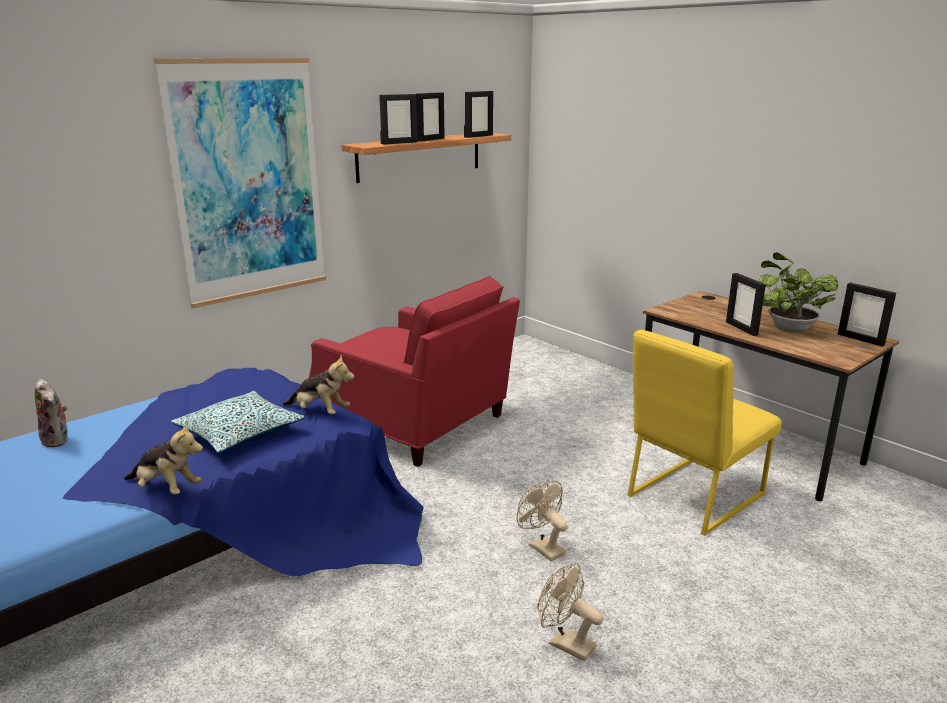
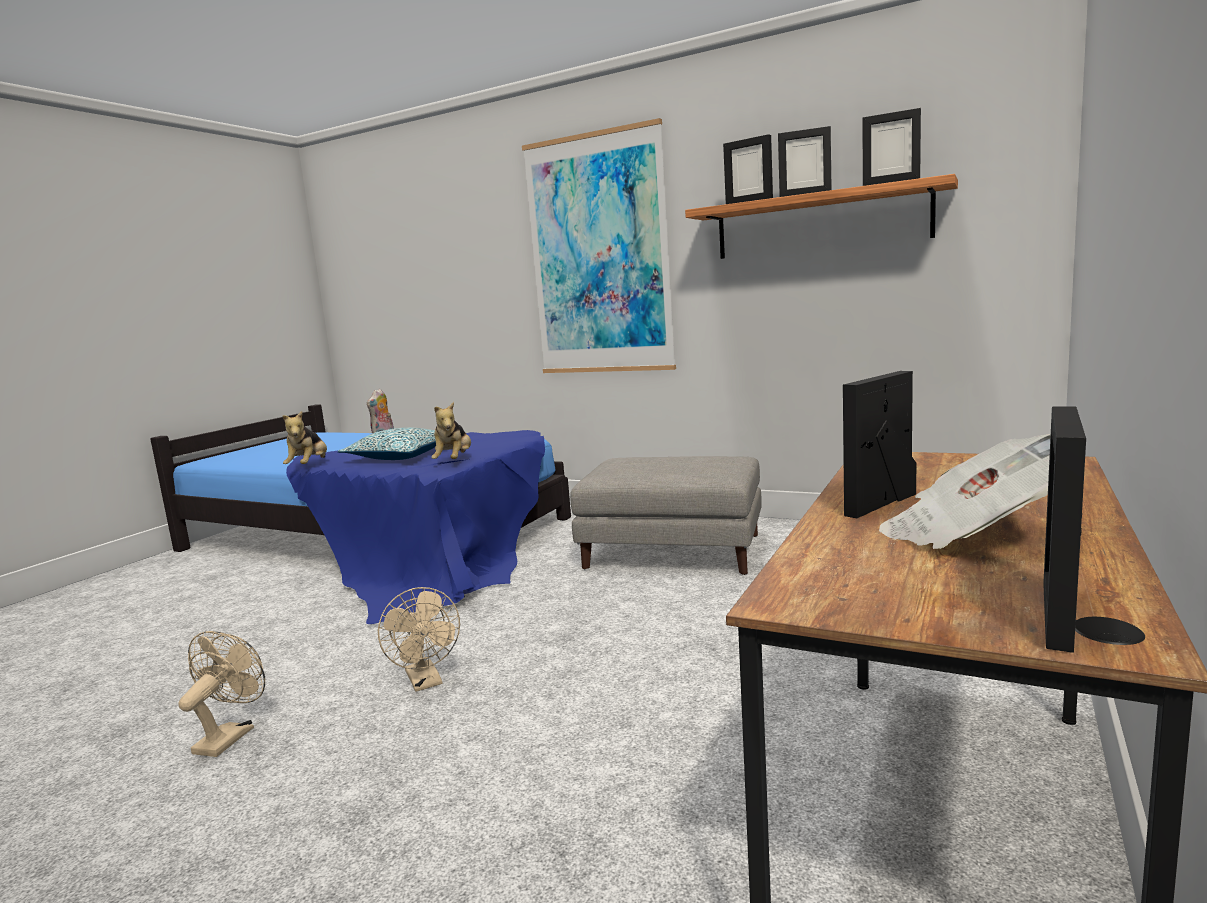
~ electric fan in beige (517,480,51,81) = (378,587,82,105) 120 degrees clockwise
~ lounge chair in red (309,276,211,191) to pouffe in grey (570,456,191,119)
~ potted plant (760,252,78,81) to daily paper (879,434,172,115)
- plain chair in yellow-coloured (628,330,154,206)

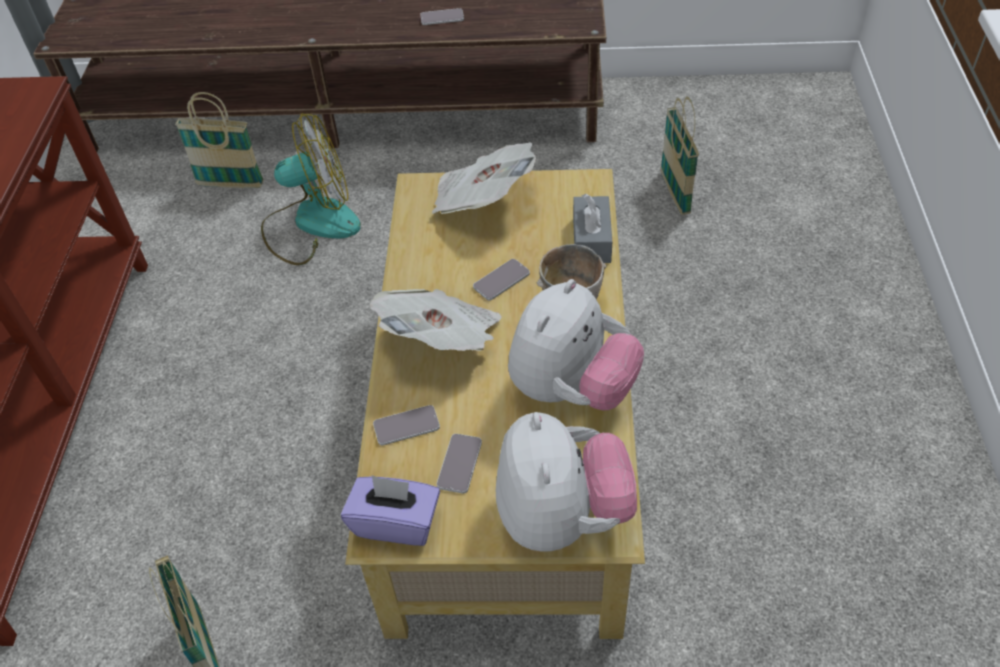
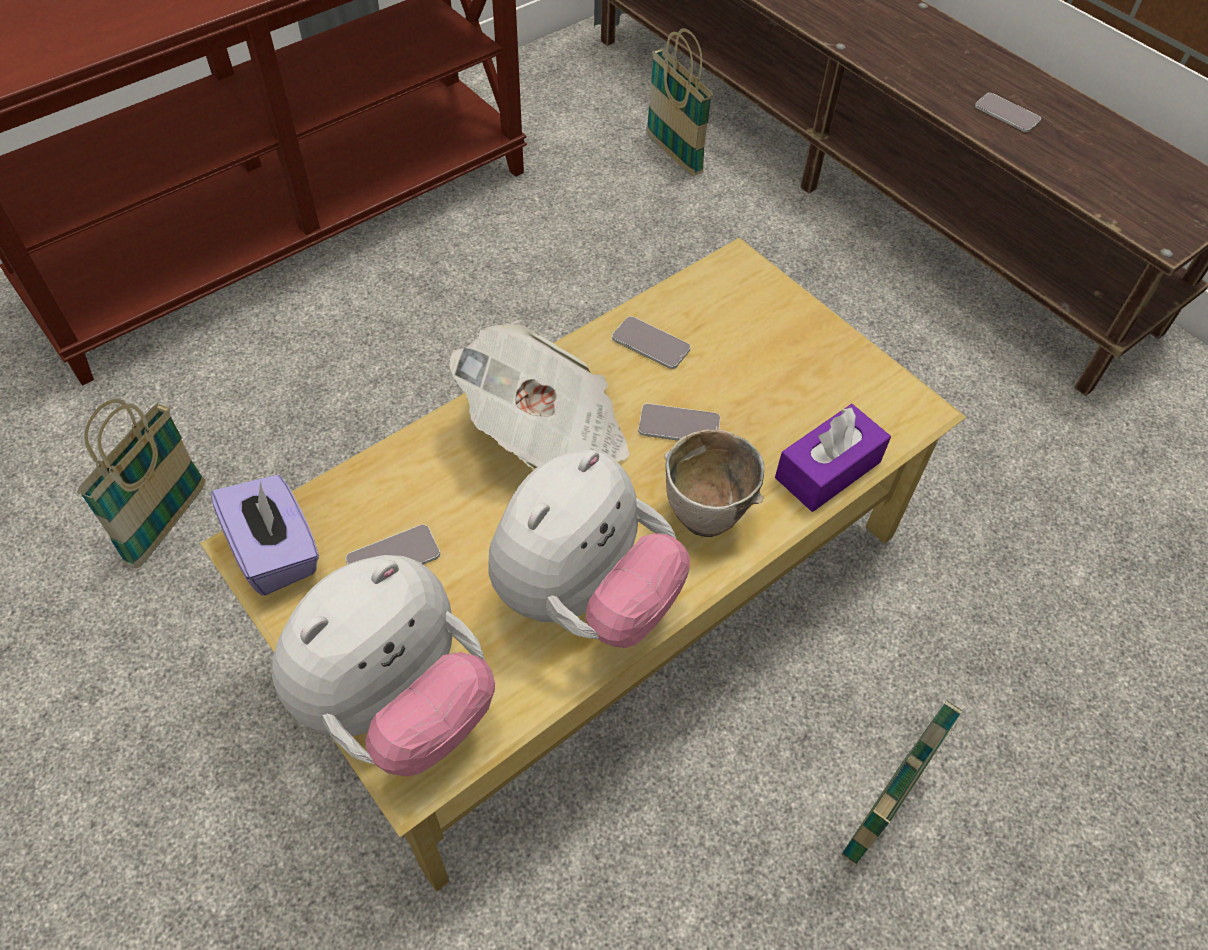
~ soft toy (508,279,136,131) = (489,450,201,198) 45 degrees counterclockwise
~ phone (373,405,67,40) to (612,316,79,53)
~ box of tissues in grey (573,194,39,69) to box of tissues in purple-coloured (775,404,116,108)
~ basket (660,96,39,119) to (841,700,121,166)
- electric fan (261,113,100,152)
- daily paper (432,142,104,72)

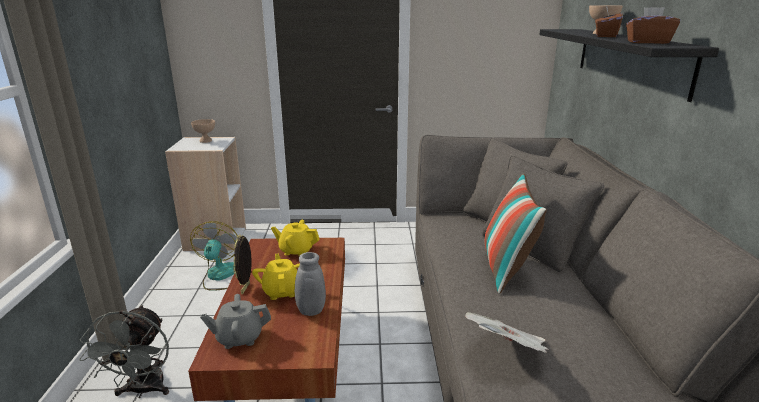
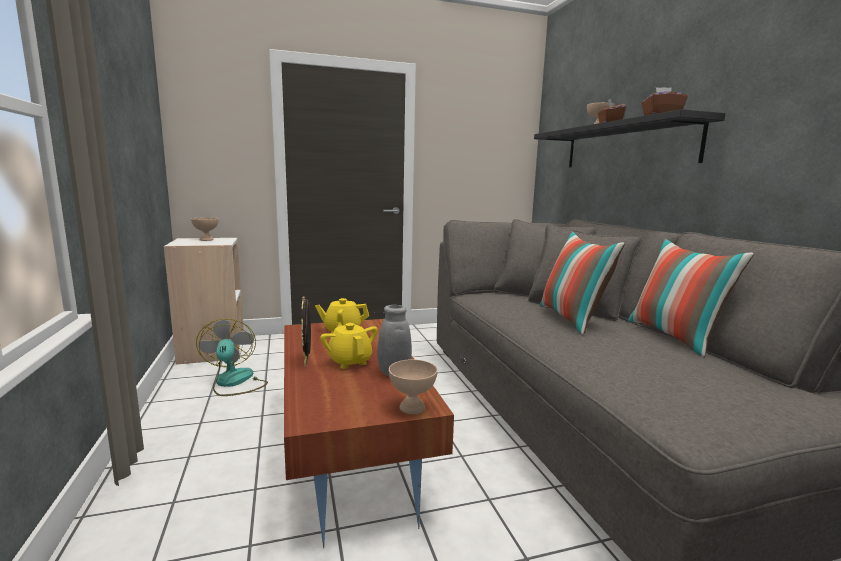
+ deep dish in beige (389,359,49,55)
+ cushion (628,238,126,119)
- electric fan in grey (79,305,90,93)
- tea pot in grey (200,294,71,55)
- daily paper (465,312,83,41)

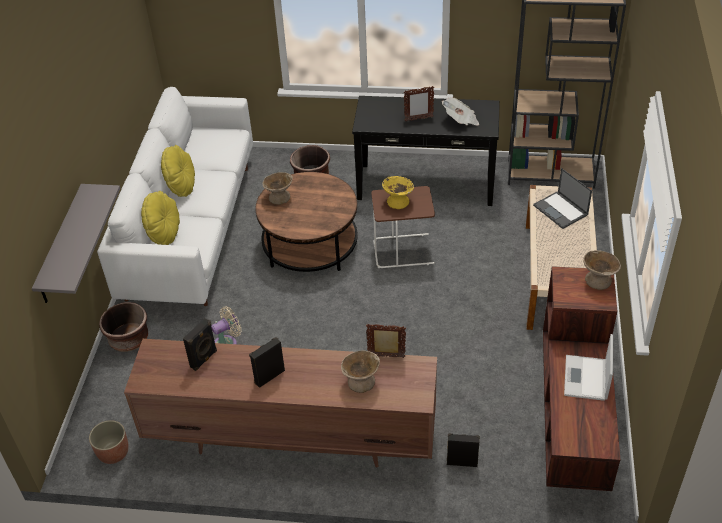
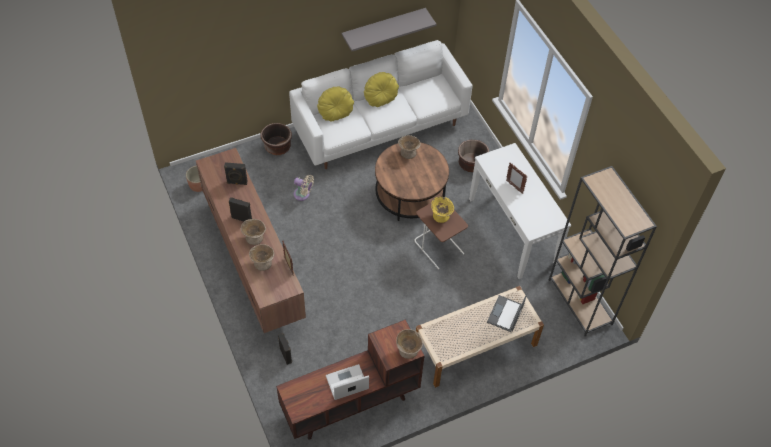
+ deep dish in beige (241,219,25,26)
~ wall shelf in grey (32,184,88,119) to (342,8,95,43)
~ console table in blackish (352,96,148,110) to console table in white-coloured (469,143,102,136)
- daily paper (442,98,38,28)

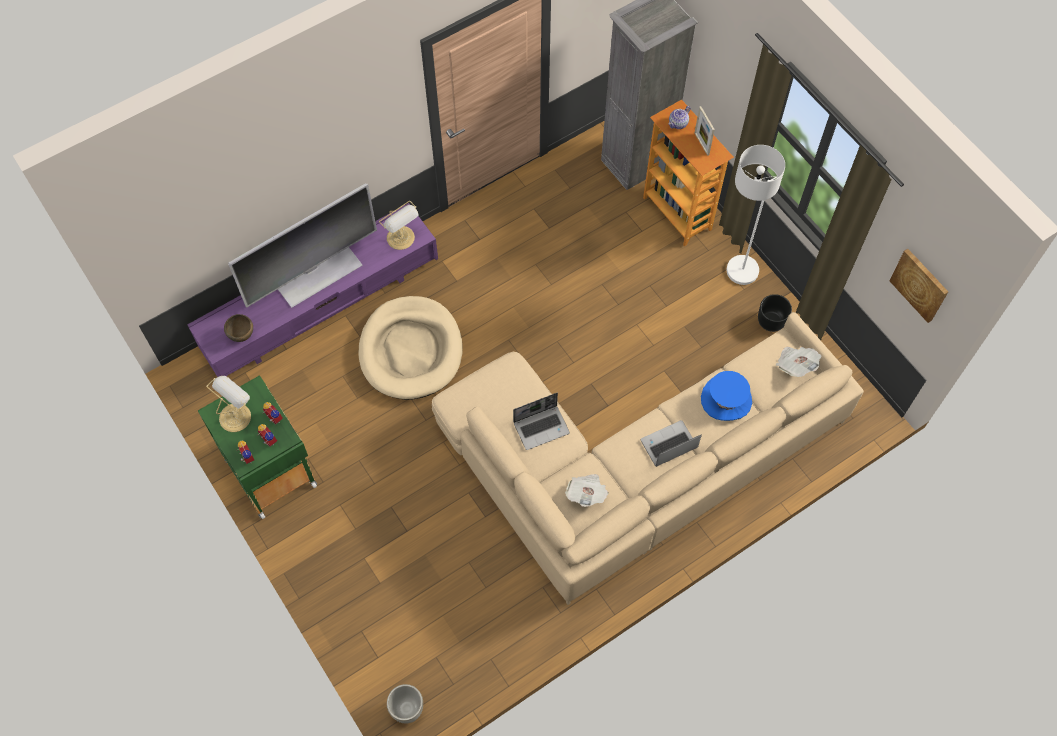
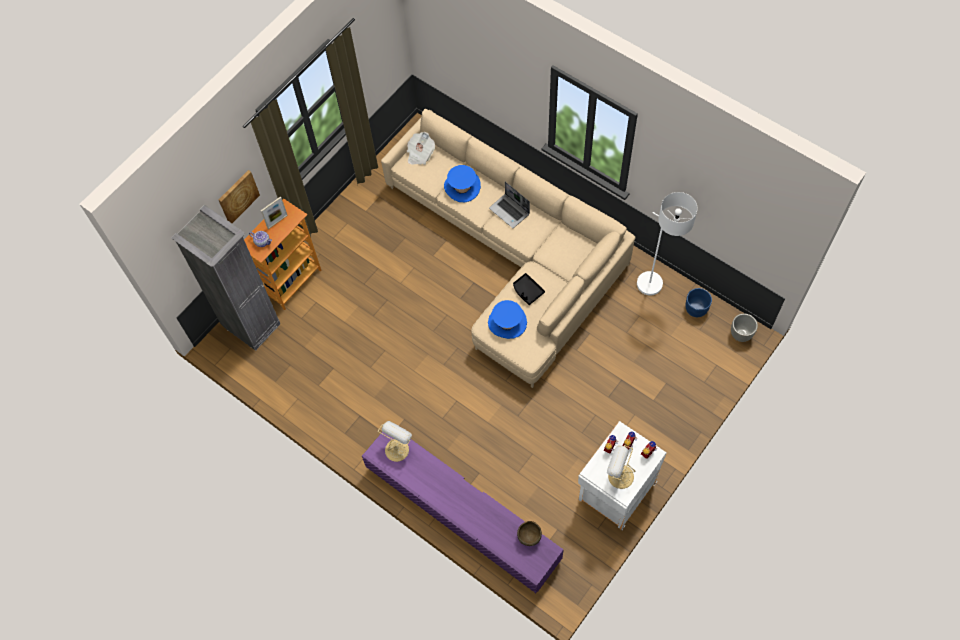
~ wall art (889,249,59,74) to (219,170,41,53)
+ clothing hat in bluish (488,300,39,39)
~ notebook computer (513,393,57,57) to serving tray in blackish (513,273,32,32)
~ trolley in green-coloured (198,375,120,144) to trolley in white-coloured (578,421,89,109)
~ standard lamp in white-coloured (726,145,59,140) to (637,192,60,103)
+ plant pot in bluish (686,288,26,29)
- TV set (228,183,149,125)
- pet bed in beige (358,296,104,104)
- daily paper (565,474,44,33)
- plant pot in blackish (758,294,34,38)

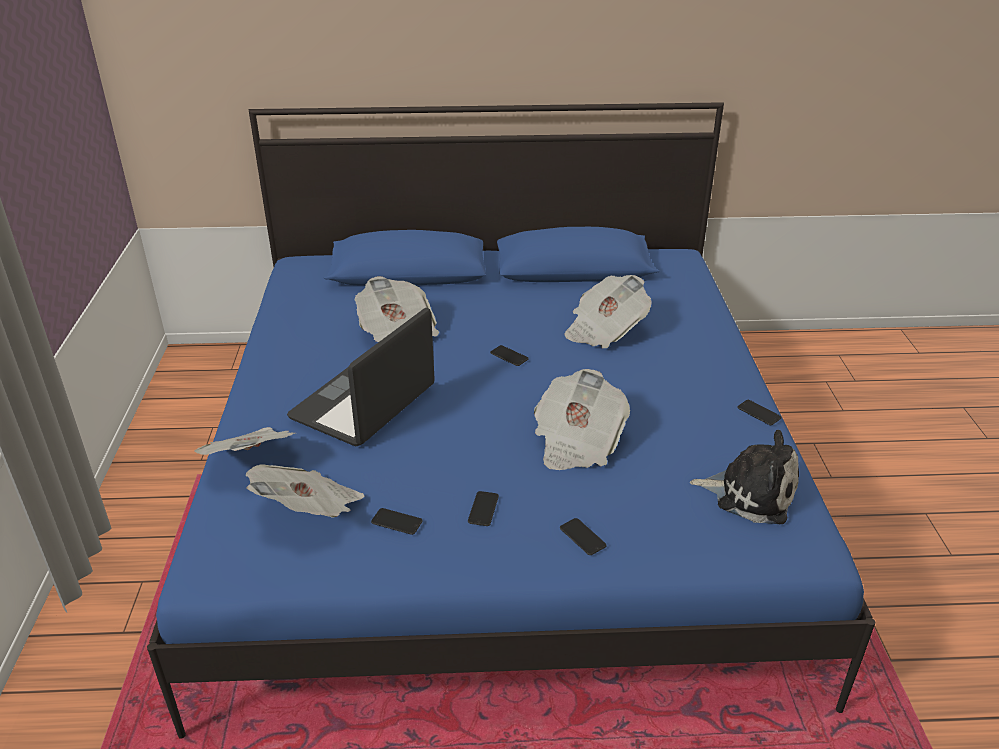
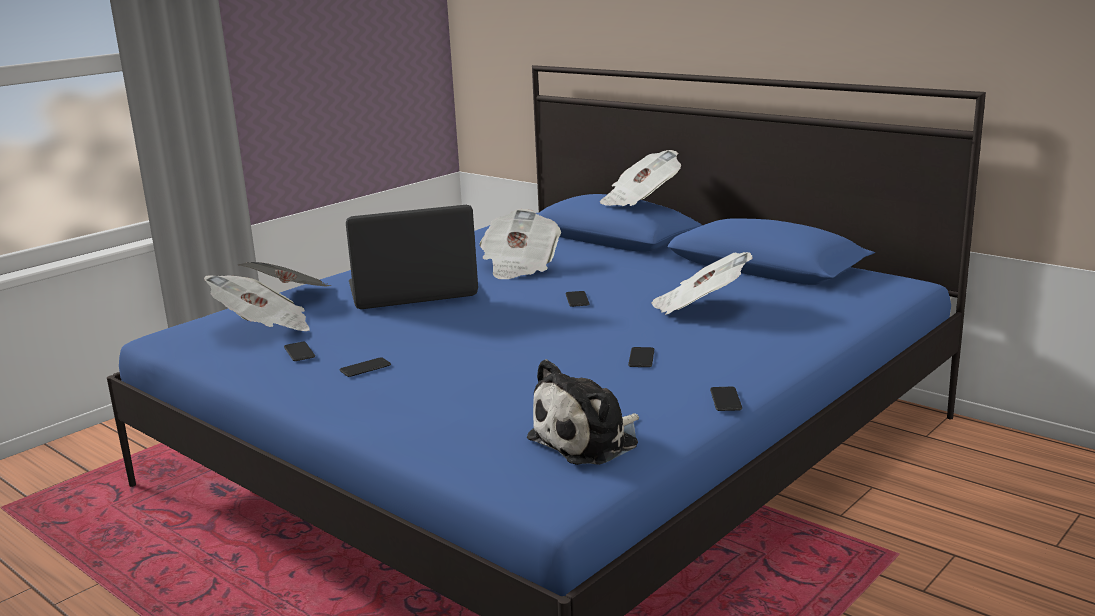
~ soft toy (690,430,109,94) = (527,359,112,106) 75 degrees clockwise
~ daily paper (533,369,97,101) to (600,150,81,56)
~ phone (560,518,47,37) to (628,347,26,20)

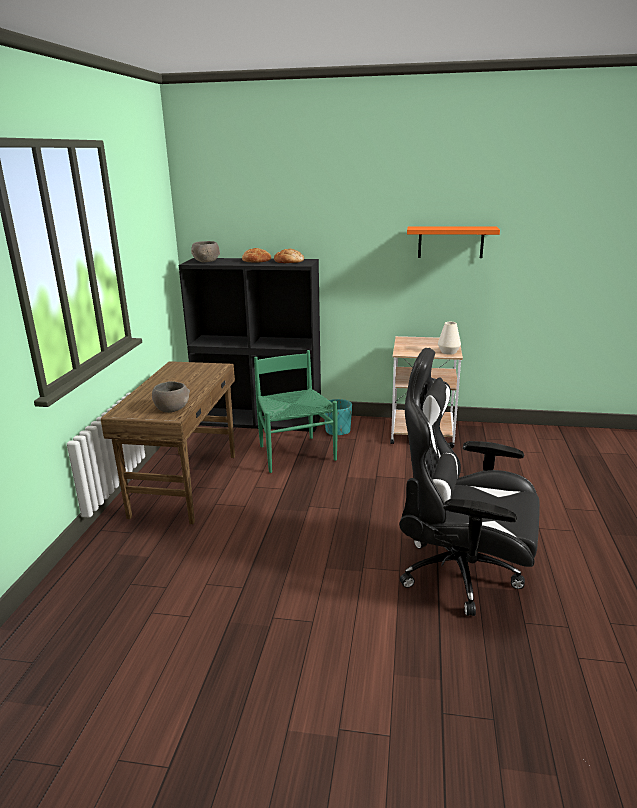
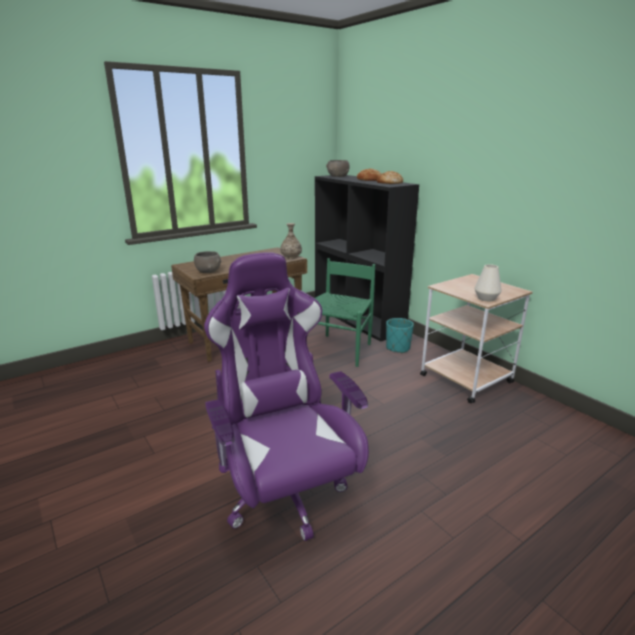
~ office chair in blackish (399,348,141,268) to office chair in purple-coloured (204,252,165,289)
+ vase (280,223,22,36)
- wall shelf in orangey (407,226,93,32)

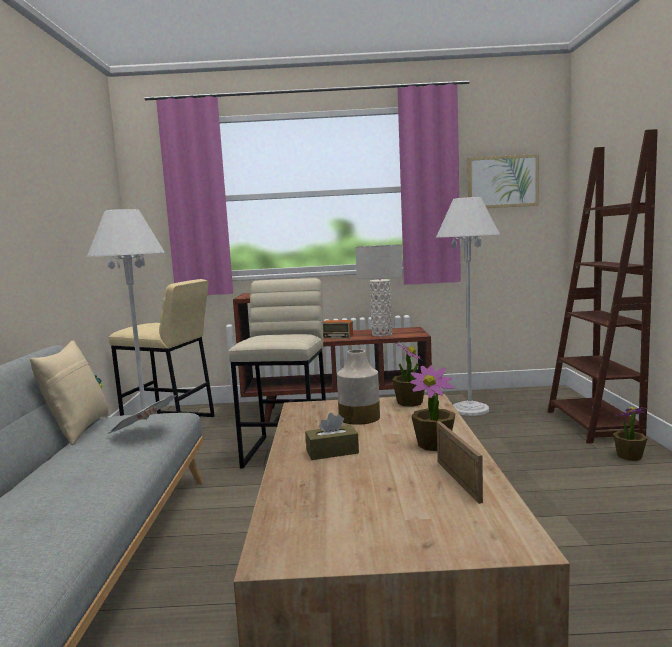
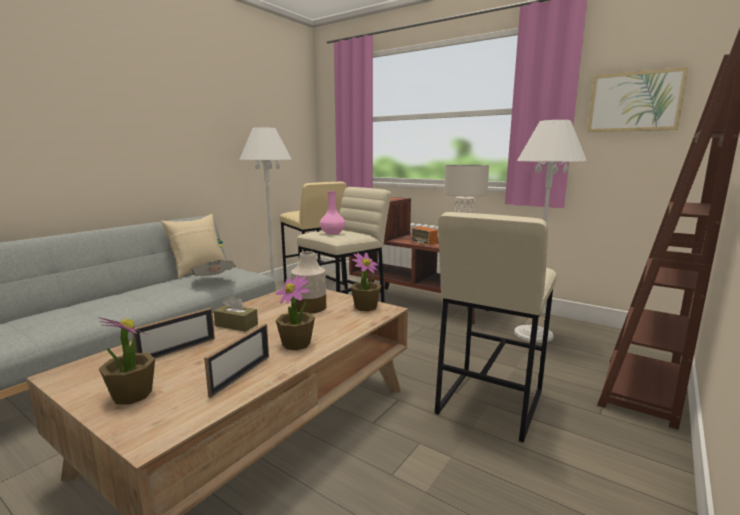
~ potted plant (613,407,35,54) to (98,317,57,88)
+ picture frame (132,308,83,51)
+ vase in pink (320,191,25,43)
+ stool seat in beige (435,212,122,231)

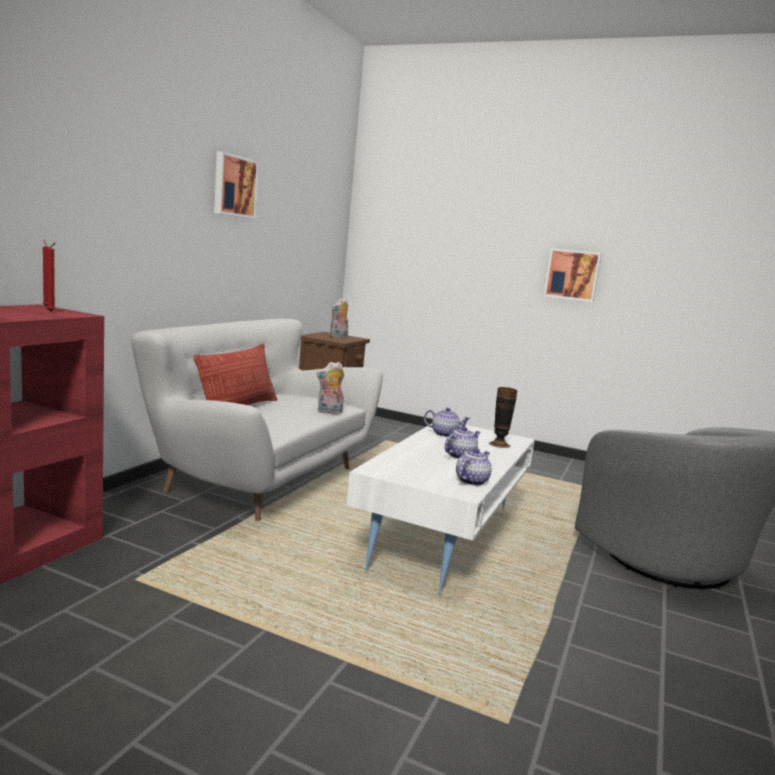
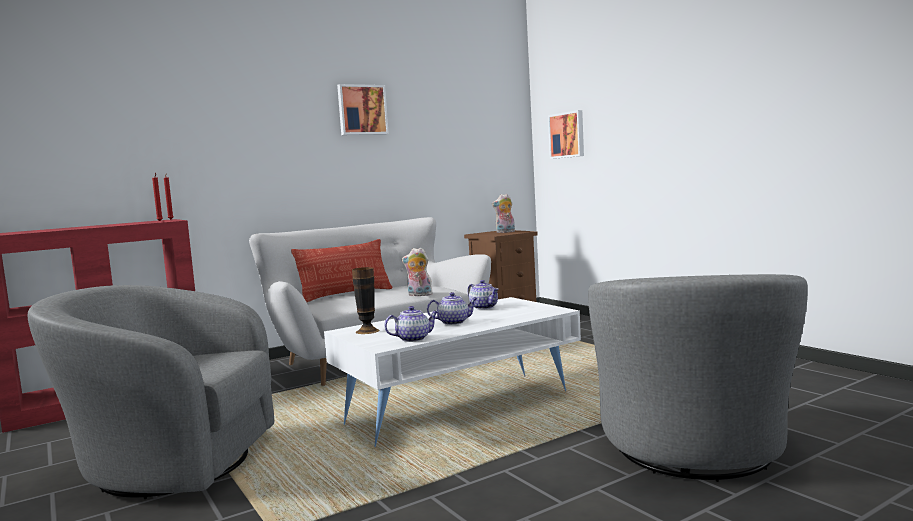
+ lounge chair in grey (28,285,246,214)
~ vase (489,387,28,61) to (352,267,27,67)
~ wall art (544,248,58,54) to (548,110,36,49)

